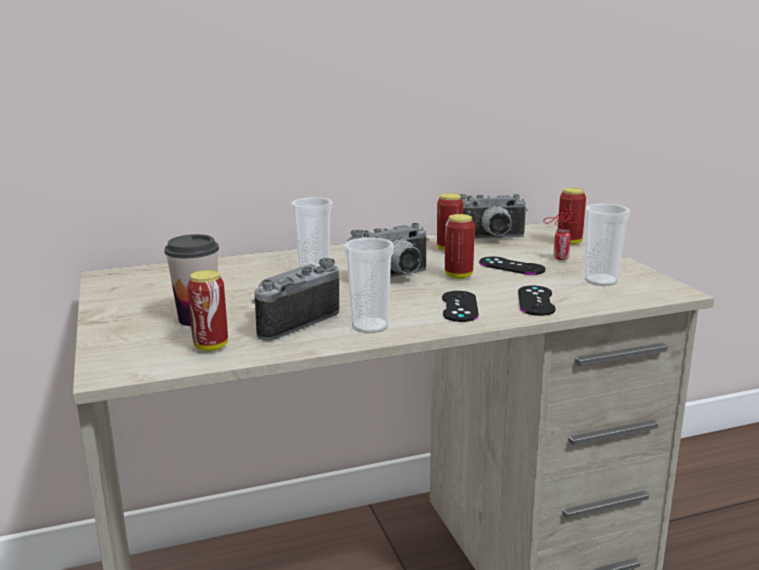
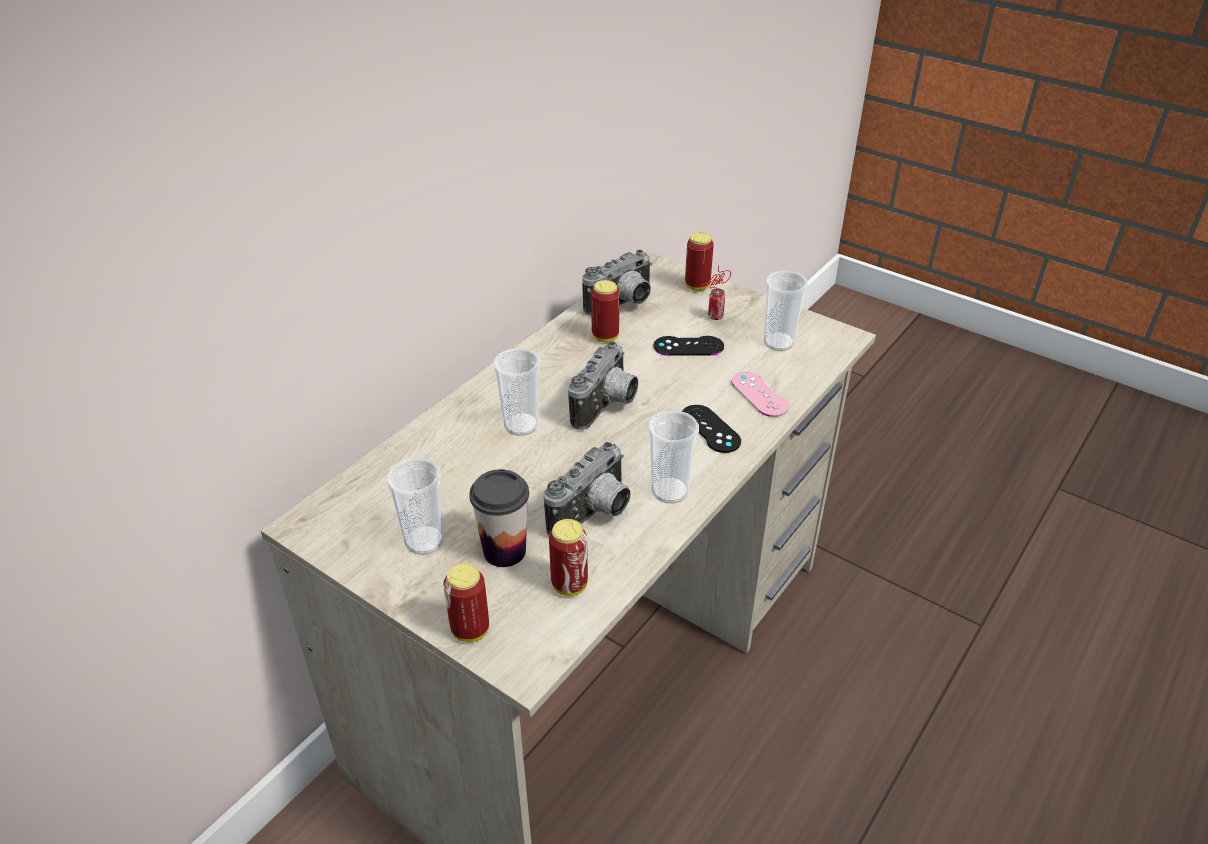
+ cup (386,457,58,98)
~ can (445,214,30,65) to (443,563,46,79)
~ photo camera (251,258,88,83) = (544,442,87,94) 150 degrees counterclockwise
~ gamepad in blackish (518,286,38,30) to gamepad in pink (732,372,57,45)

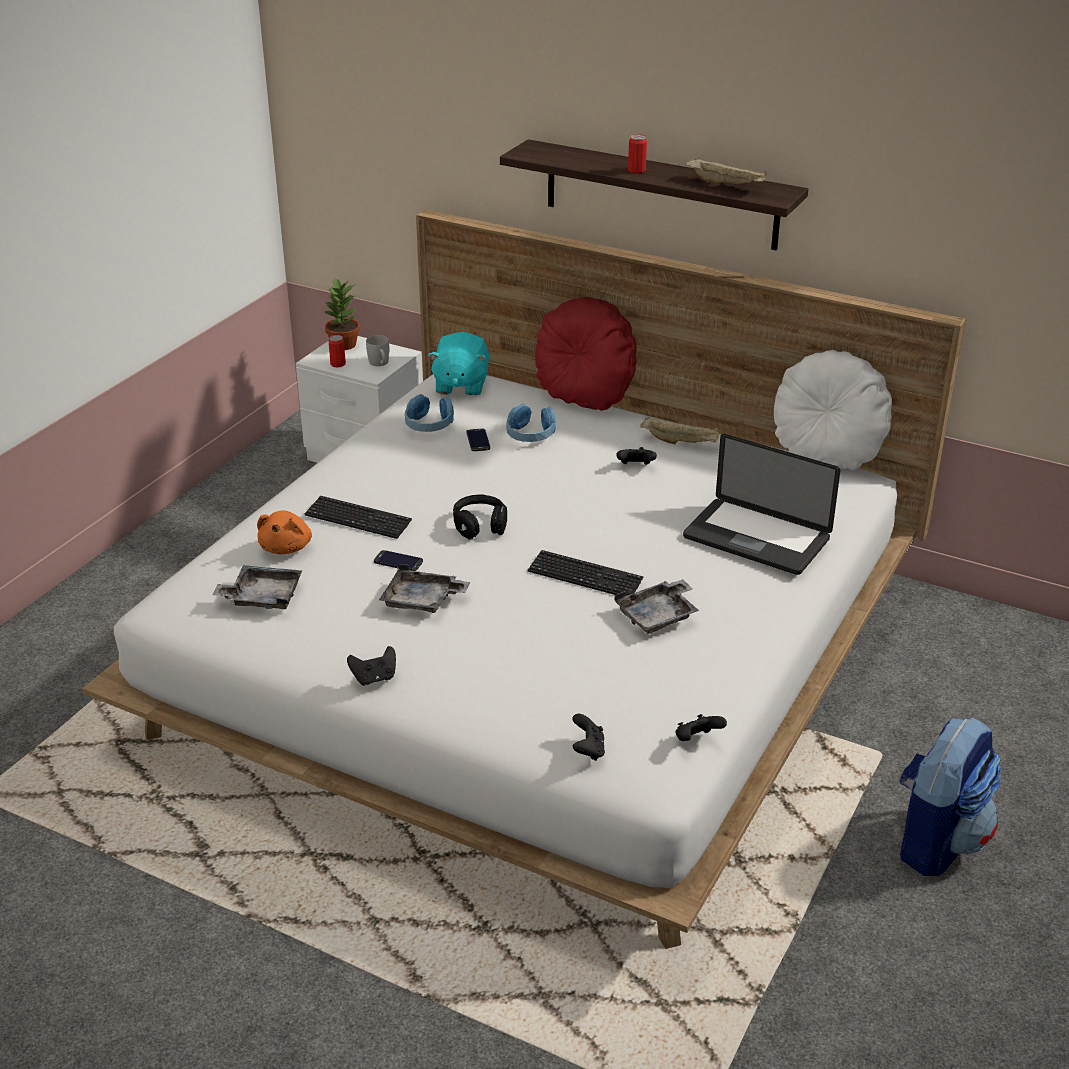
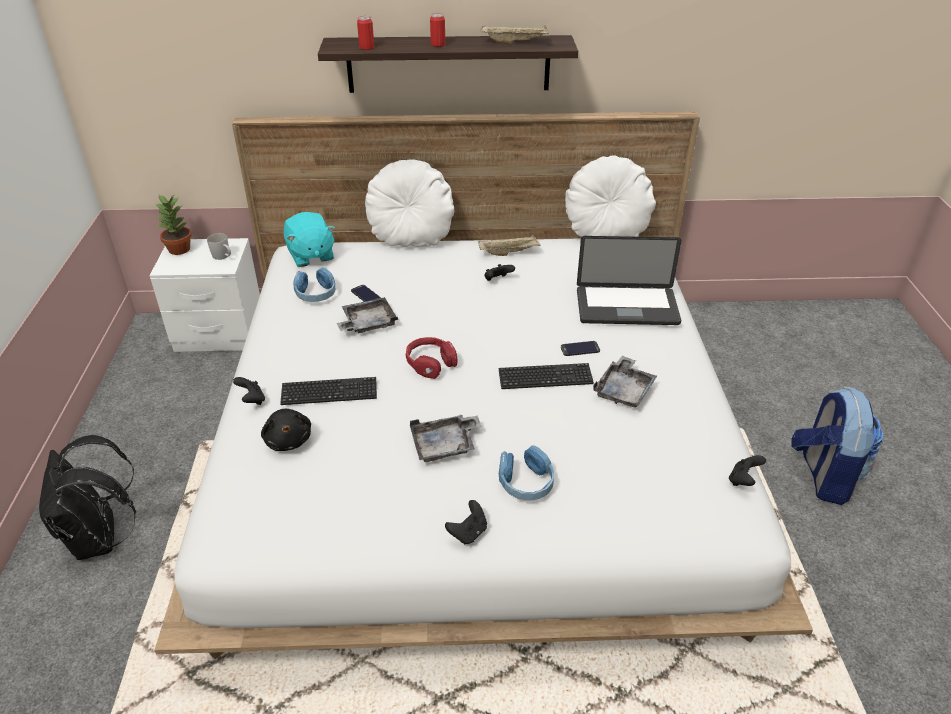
+ rucksack in blackish (39,435,97,125)
~ gamepad in blackish (572,714,33,47) to (233,377,32,28)
~ soft toy in orangey (257,510,55,44) to soft toy in blackish (261,409,50,42)
~ serving tray in grey (212,565,90,44) to (337,297,61,36)
~ can (329,335,17,32) to (357,16,17,34)
~ cushion in red (535,297,102,114) to cushion in white-coloured (365,160,89,87)
~ headset in blackish (453,495,54,44) to headset in red (406,337,52,42)
~ headset in bluish (506,403,50,39) to (499,446,55,54)
~ phone (374,550,49,21) to (561,341,39,15)

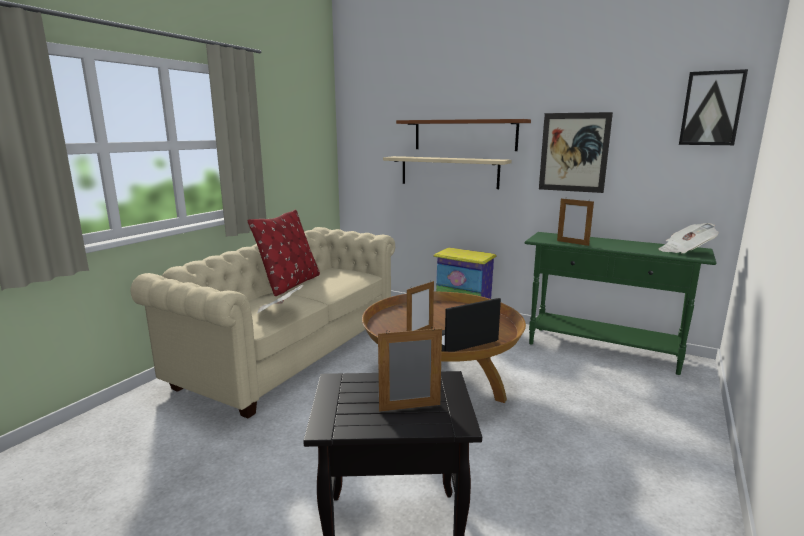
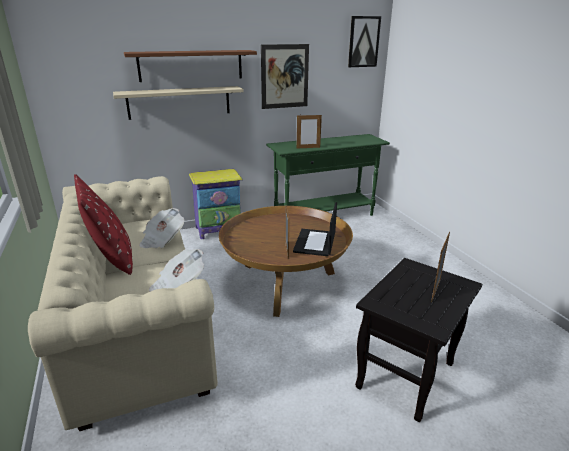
~ daily paper (659,223,60,30) to (139,208,45,40)

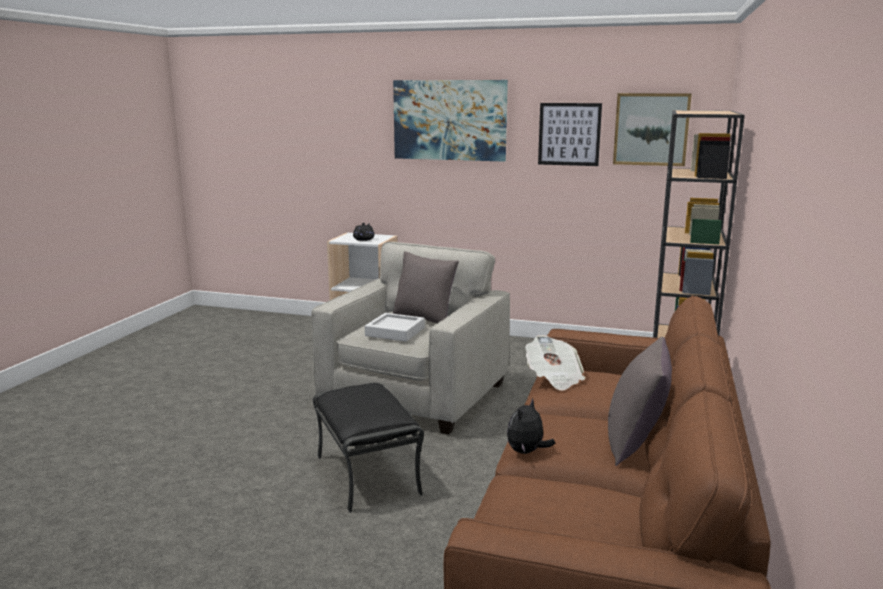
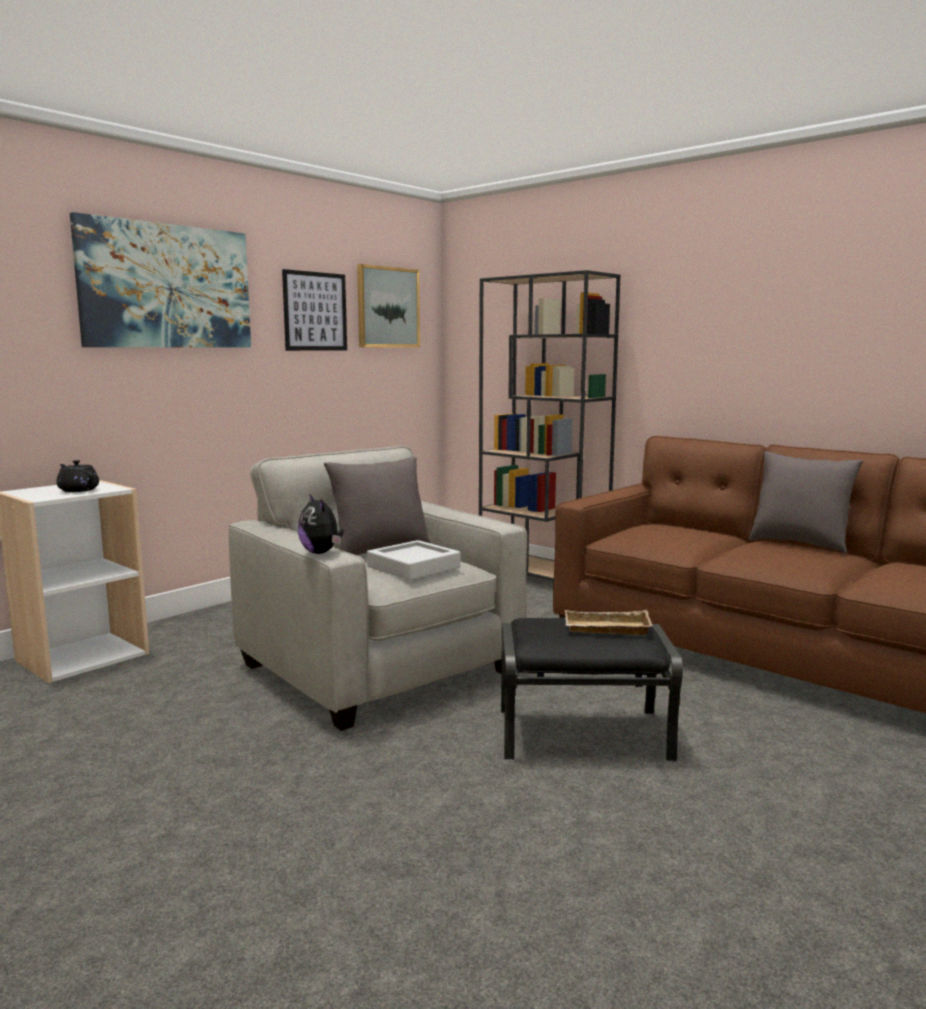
~ soft toy (507,397,48,57) to (298,494,45,60)
+ serving tray in beige (565,610,88,25)
- daily paper (525,335,60,56)

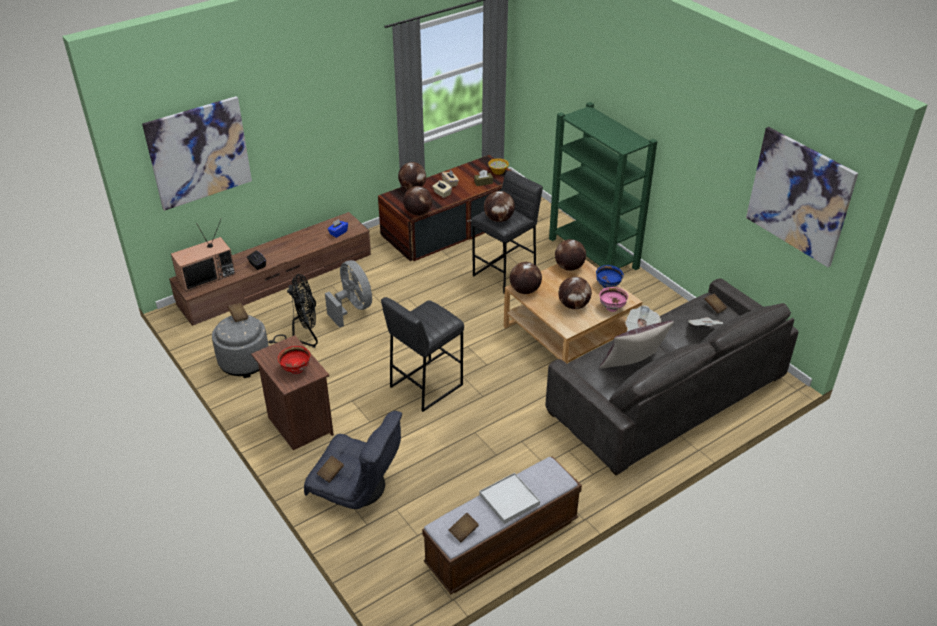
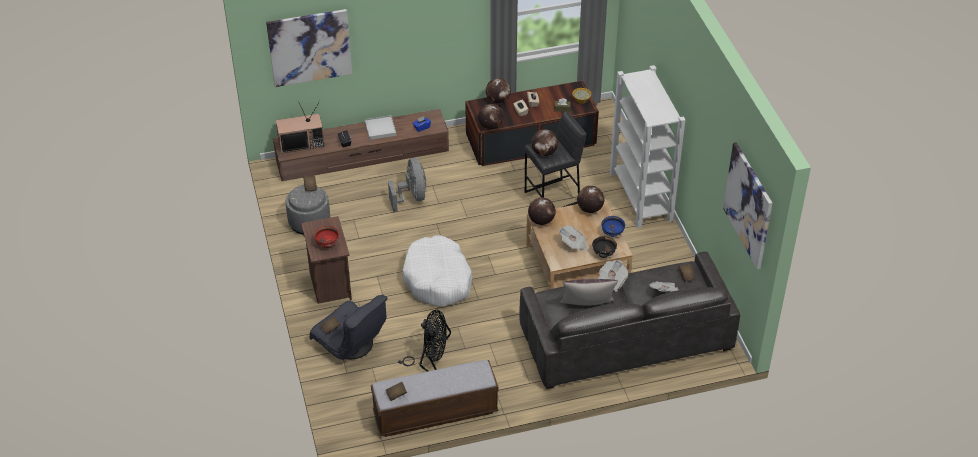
~ serving tray in white-coloured (479,473,61,51) to (365,115,31,25)
~ electric fan in blackish (269,274,49,74) to (397,309,54,63)
~ stool seat in grey (381,297,83,115) to pet bed in white-coloured (402,235,71,72)
~ world globe (558,276,34,33) to daily paper (559,225,28,26)
~ deep dish in pink (599,287,29,25) to deep dish in blackish (592,236,25,22)
~ shelving unit in green-coloured (549,102,108,168) to shelving unit in white-coloured (610,65,76,163)

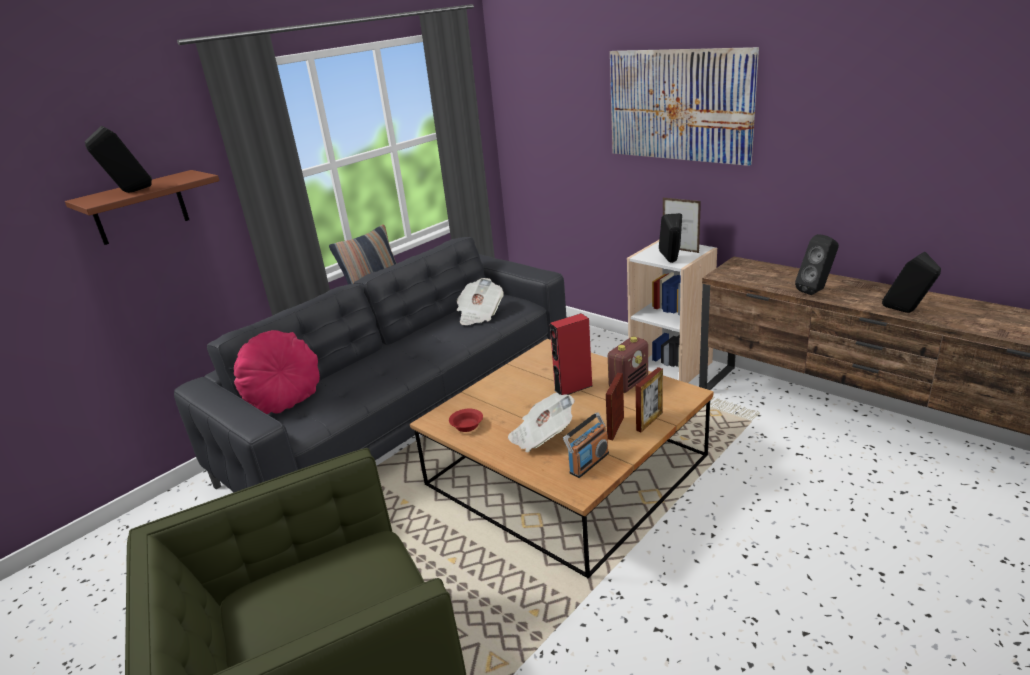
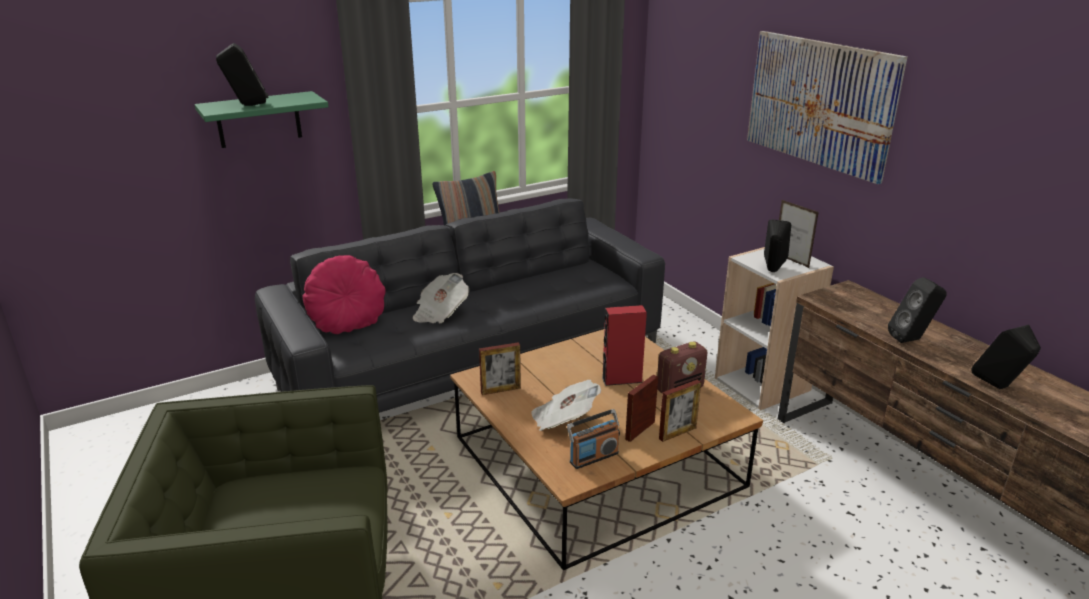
~ wall shelf in brown (65,170,154,75) to wall shelf in green-coloured (194,91,135,57)
~ daily paper (456,278,48,47) to (413,273,56,50)
~ deep dish in red (449,409,34,23) to picture frame (479,342,42,53)

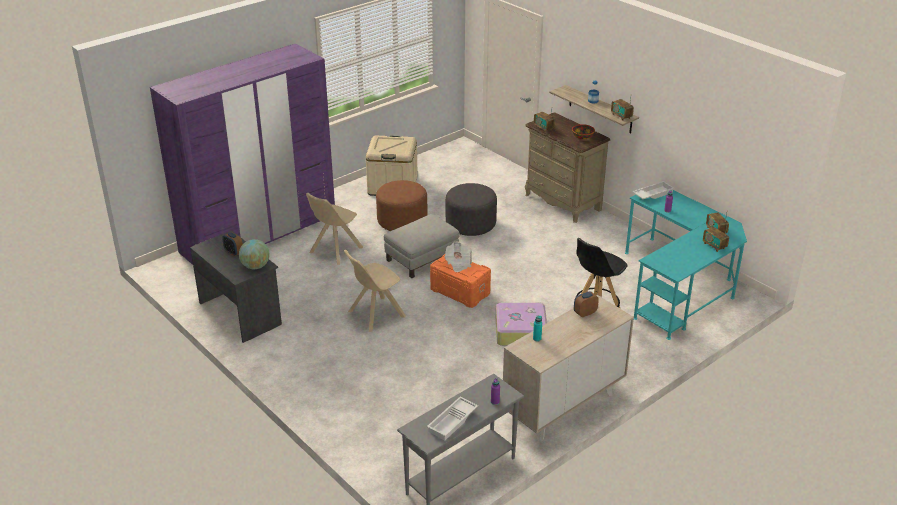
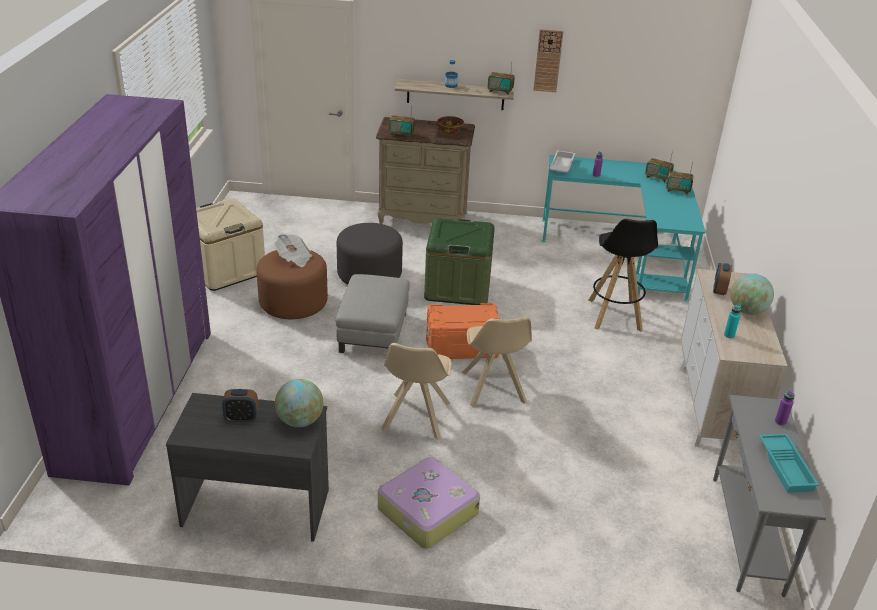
~ daily paper (445,241,27,31) to (275,234,37,33)
~ suitcase (496,302,51,44) to (378,457,102,92)
+ storage container in green-coloured (424,218,71,87)
~ plain chair in beige (306,193,57,72) to (462,317,70,90)
+ hanging clock (533,29,31,63)
+ world globe (730,273,44,42)
~ serving tray in white-coloured (427,397,51,43) to serving tray in blue-green (759,434,60,59)

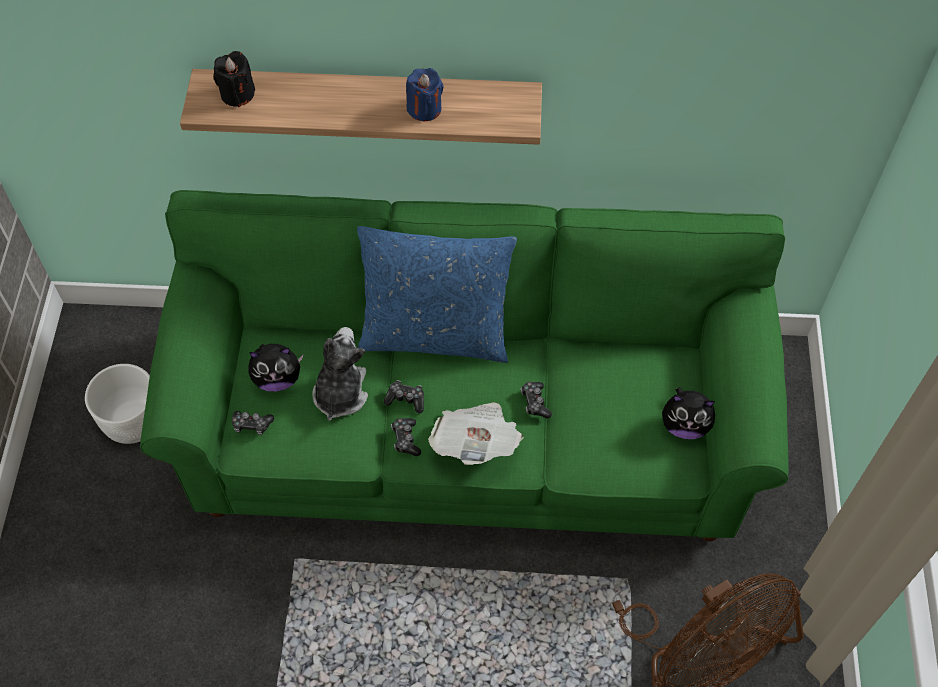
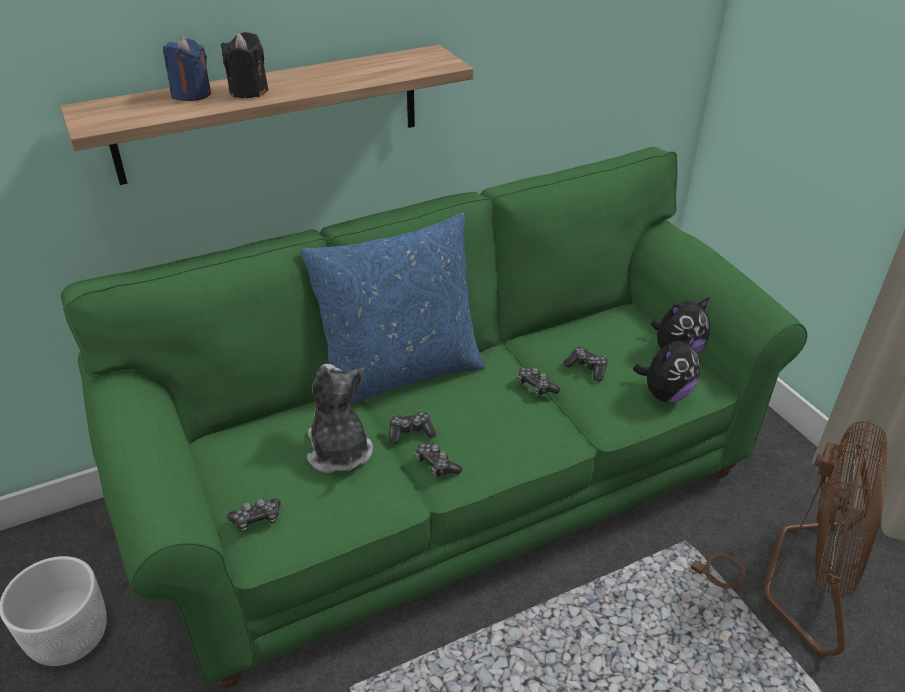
~ wax candle in bluish (406,68,38,53) to (163,36,48,65)
~ wax candle in blackish (213,51,42,56) to (221,32,47,66)
+ gamepad (563,347,45,35)
~ soft toy (248,344,56,47) to (633,334,67,68)
- daily paper (428,402,95,63)

